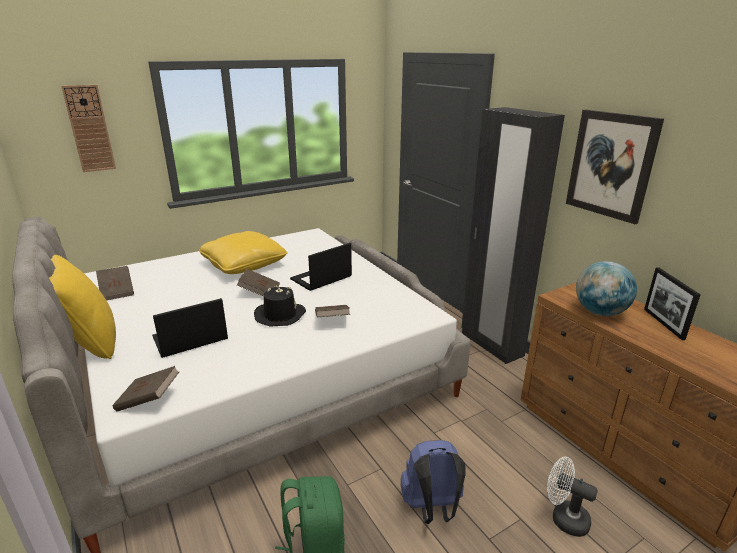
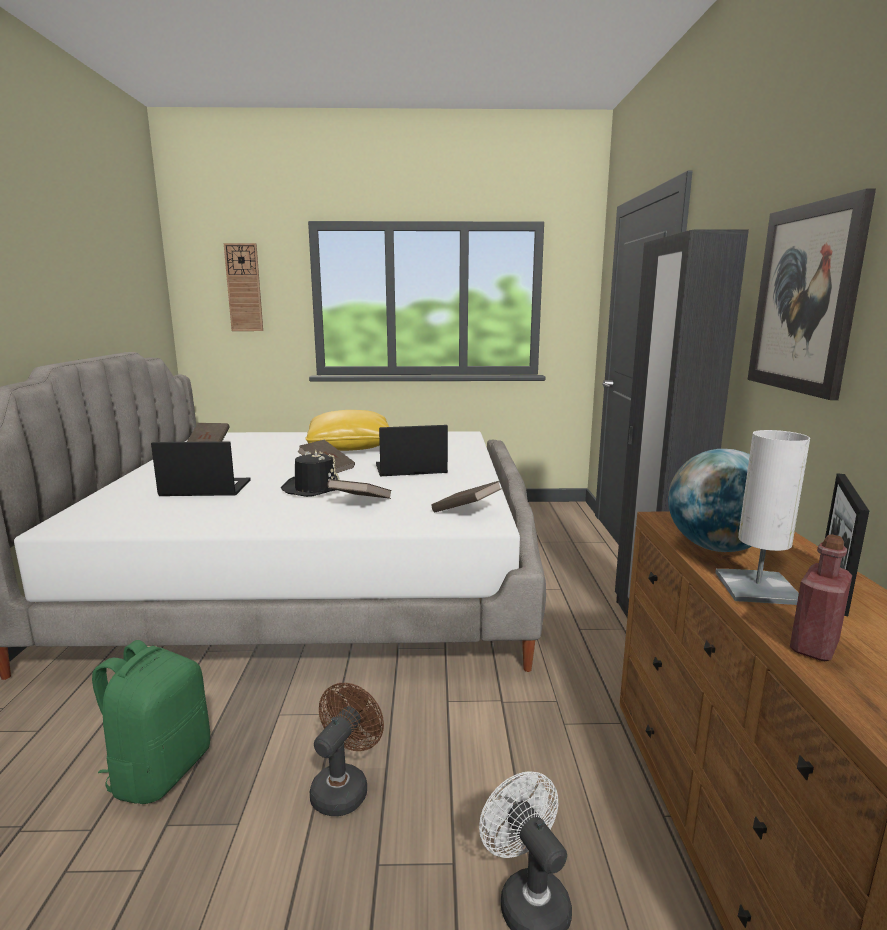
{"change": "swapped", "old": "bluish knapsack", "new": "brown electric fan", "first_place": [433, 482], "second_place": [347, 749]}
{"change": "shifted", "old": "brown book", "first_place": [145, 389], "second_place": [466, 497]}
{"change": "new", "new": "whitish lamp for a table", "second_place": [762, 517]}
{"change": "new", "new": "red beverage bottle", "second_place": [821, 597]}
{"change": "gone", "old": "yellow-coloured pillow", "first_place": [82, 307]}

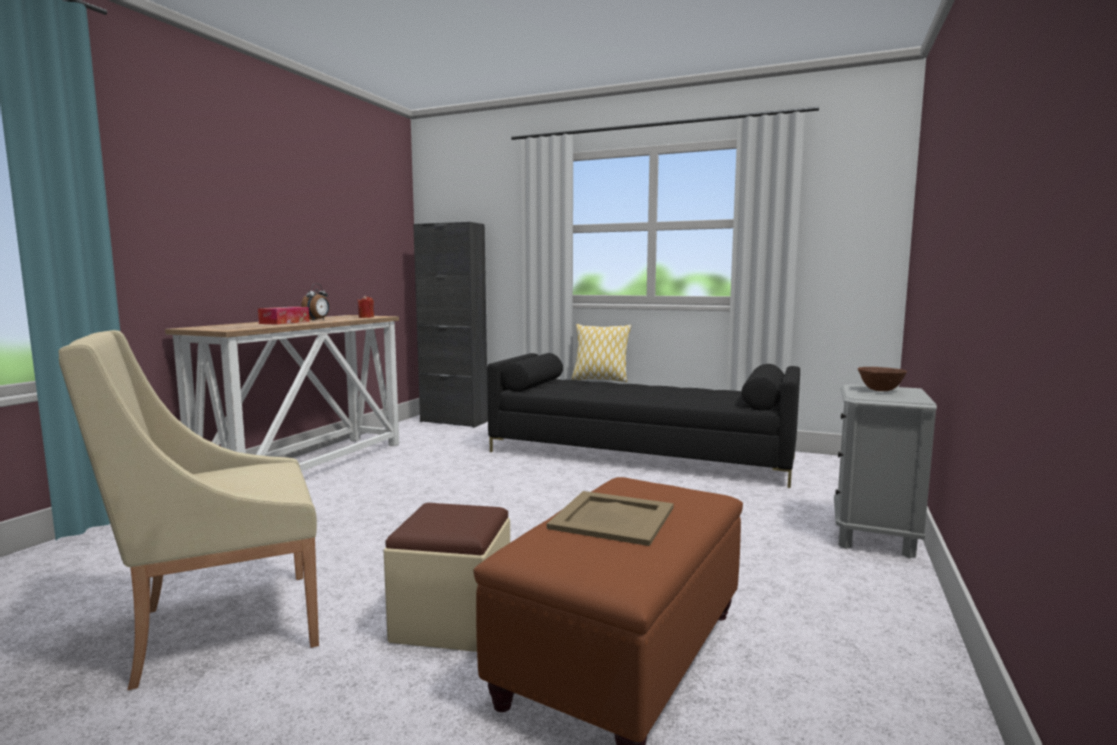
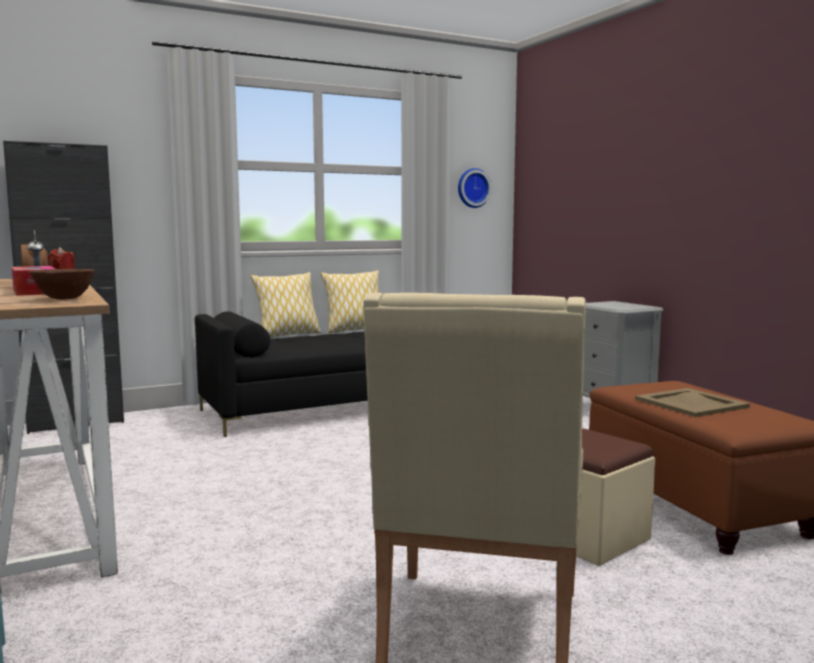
{"change": "shifted", "old": "brown deep dish", "first_place": [882, 379], "second_place": [62, 284]}
{"change": "new", "new": "pillow", "second_place": [350, 302]}
{"change": "new", "new": "clock on the wall", "second_place": [475, 188]}

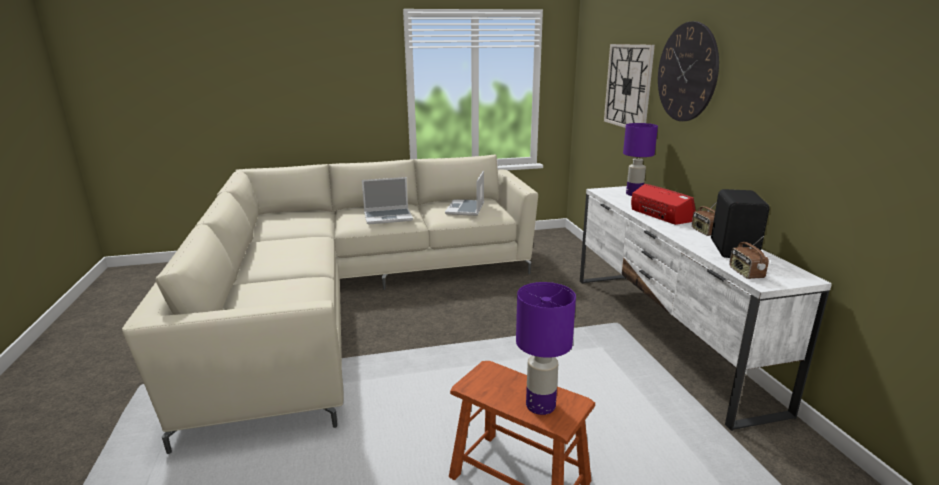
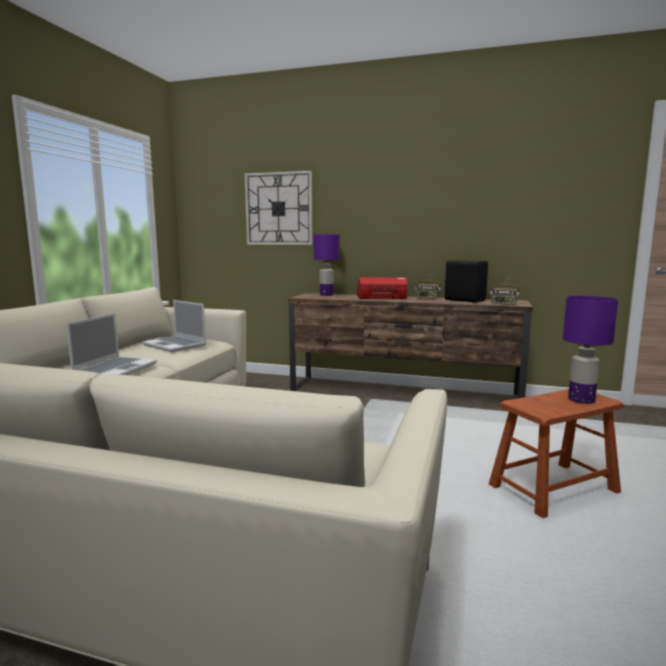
{"change": "repainted", "old": "whitish tv stand", "new": "brown tv stand", "first_place": [706, 308], "second_place": [410, 346]}
{"change": "gone", "old": "clock on the wall", "first_place": [688, 71]}

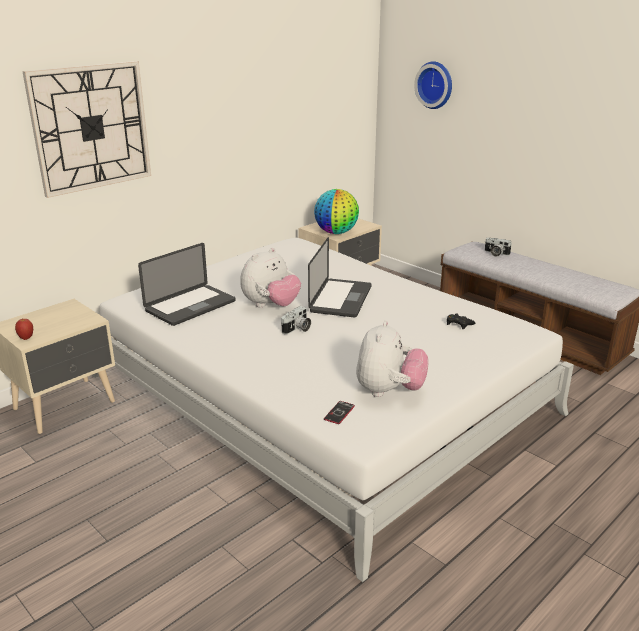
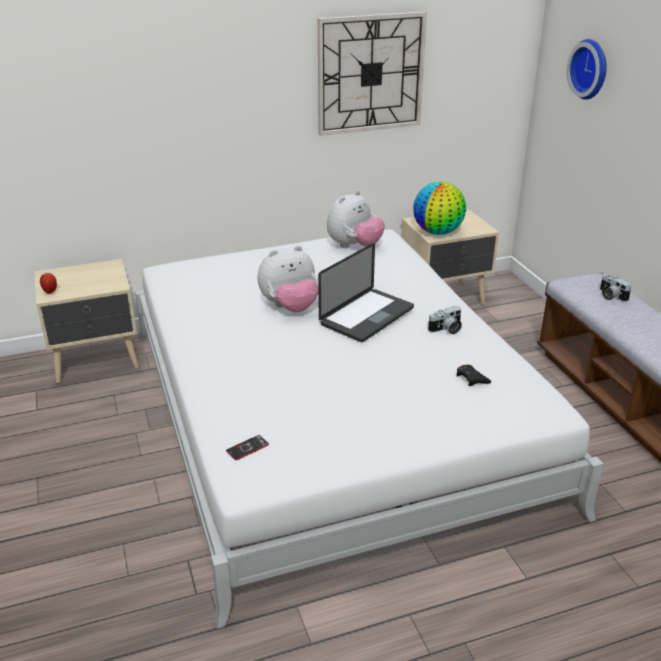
{"change": "shifted", "old": "clock on the wall", "first_place": [86, 129], "second_place": [372, 74]}
{"change": "shifted", "old": "cuddly toy", "first_place": [392, 358], "second_place": [356, 219]}
{"change": "shifted", "old": "photo camera", "first_place": [296, 320], "second_place": [445, 320]}
{"change": "gone", "old": "portable computer", "first_place": [186, 284]}

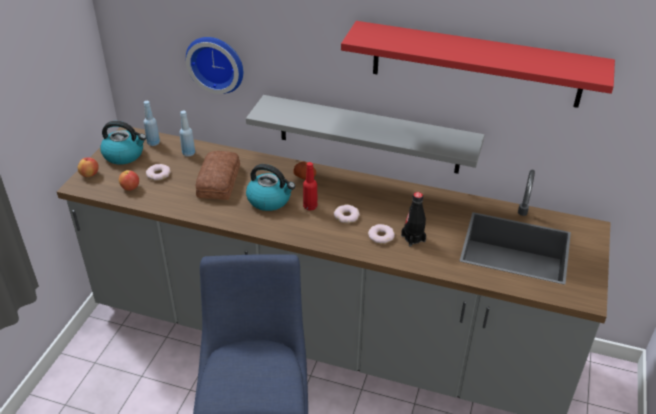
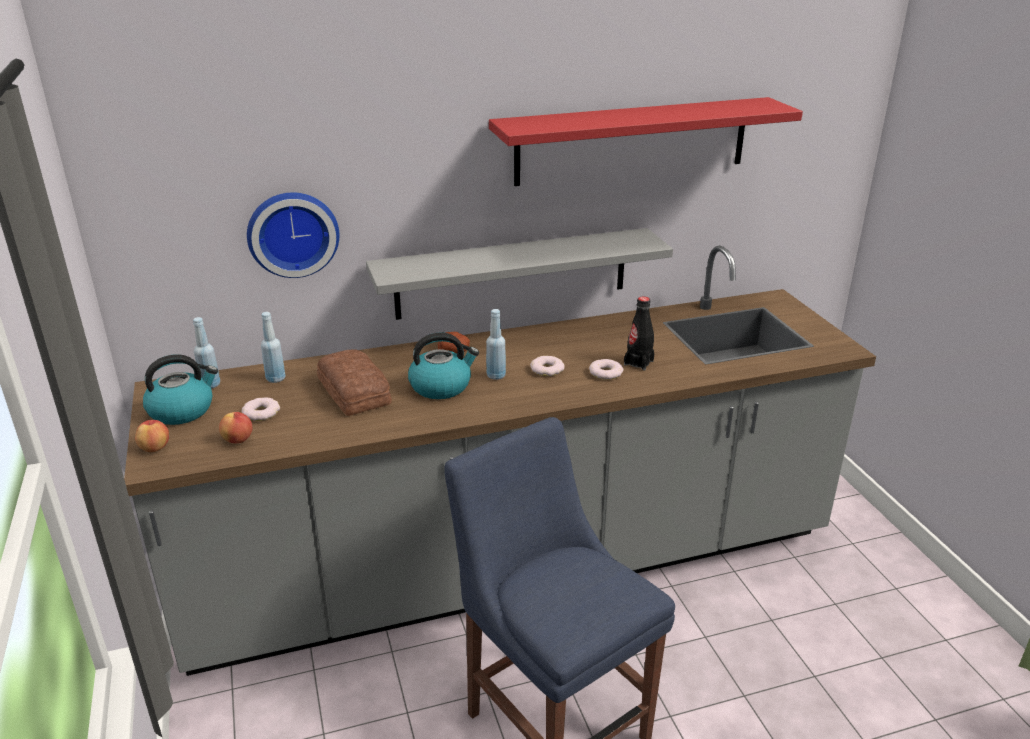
{"change": "repainted", "old": "red beverage bottle", "new": "bluish beverage bottle", "first_place": [310, 186], "second_place": [496, 344]}

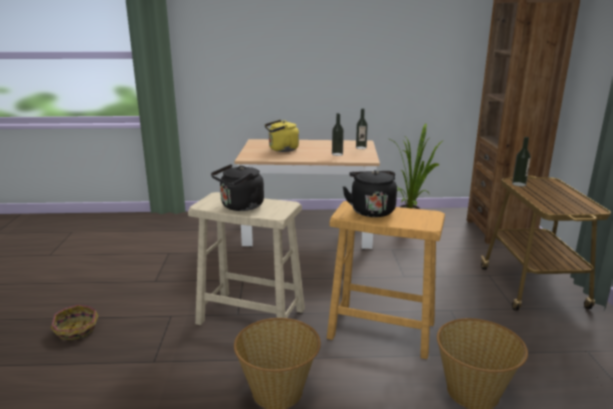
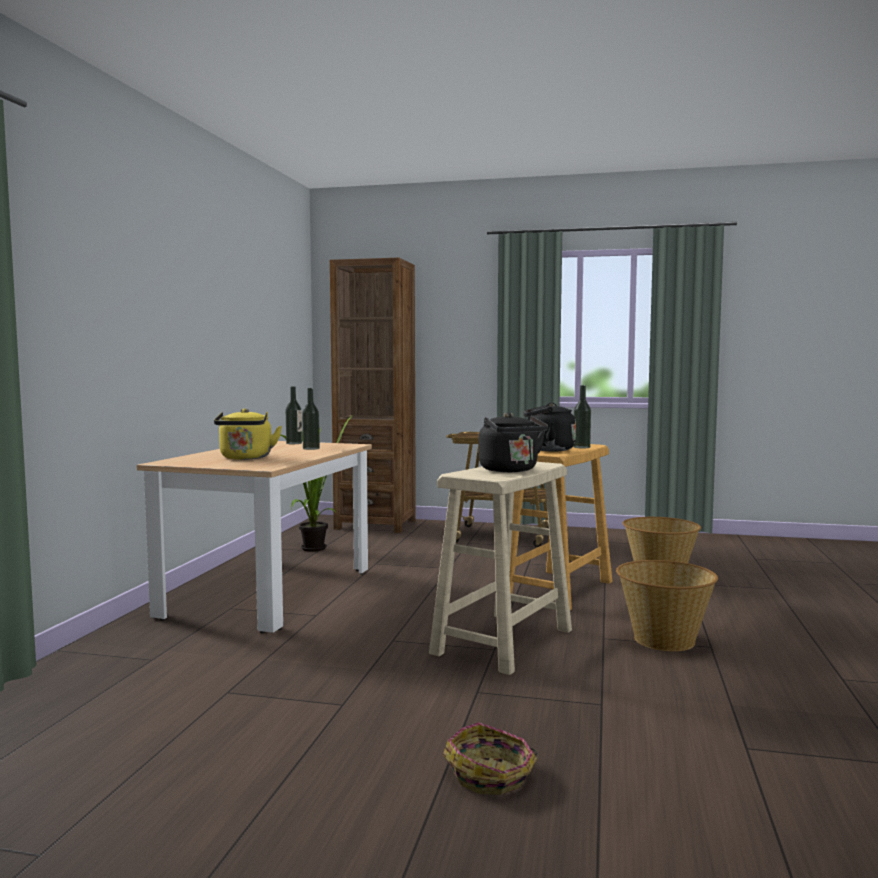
{"change": "shifted", "old": "beverage bottle", "first_place": [521, 161], "second_place": [582, 416]}

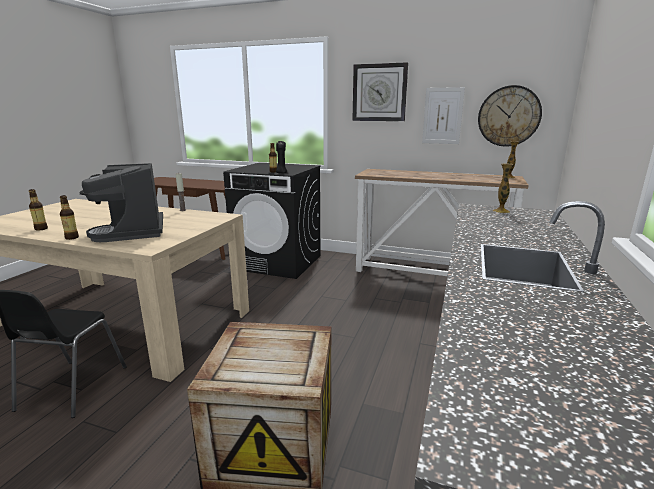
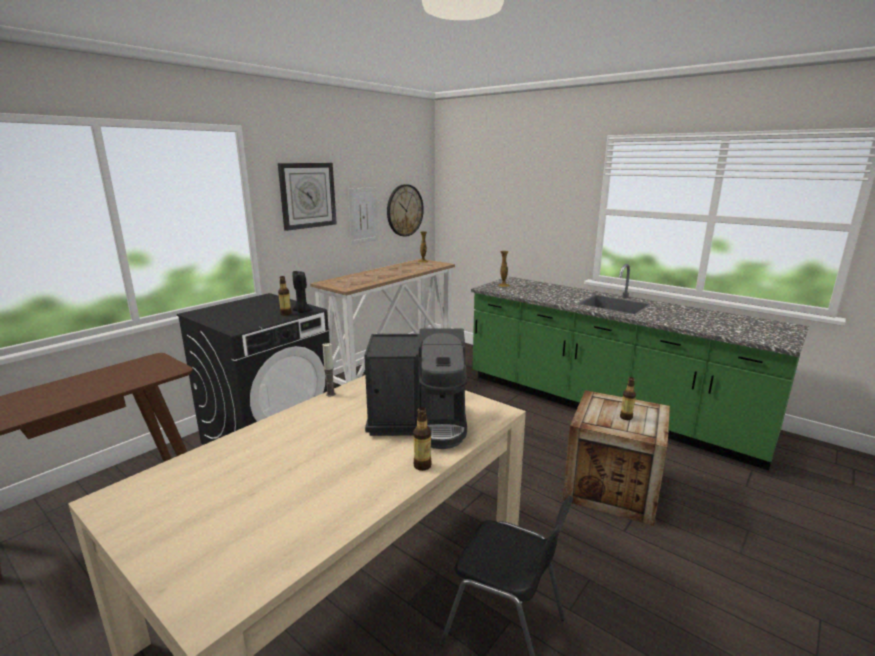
{"change": "shifted", "old": "beverage bottle", "first_place": [38, 210], "second_place": [628, 398]}

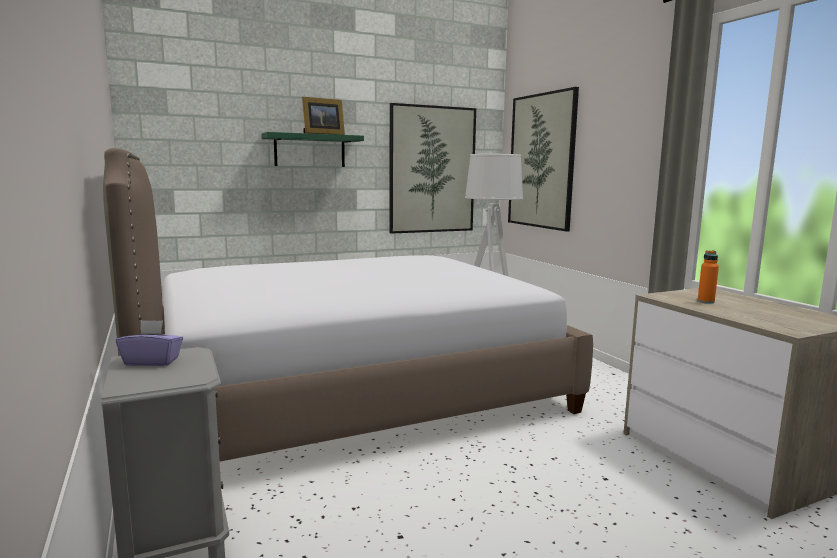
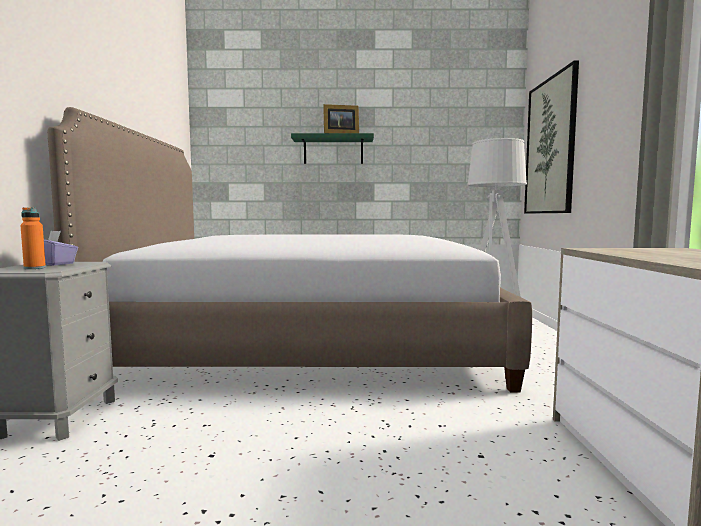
{"change": "shifted", "old": "orangey beverage bottle", "first_place": [708, 277], "second_place": [33, 238]}
{"change": "gone", "old": "wall art", "first_place": [432, 168]}

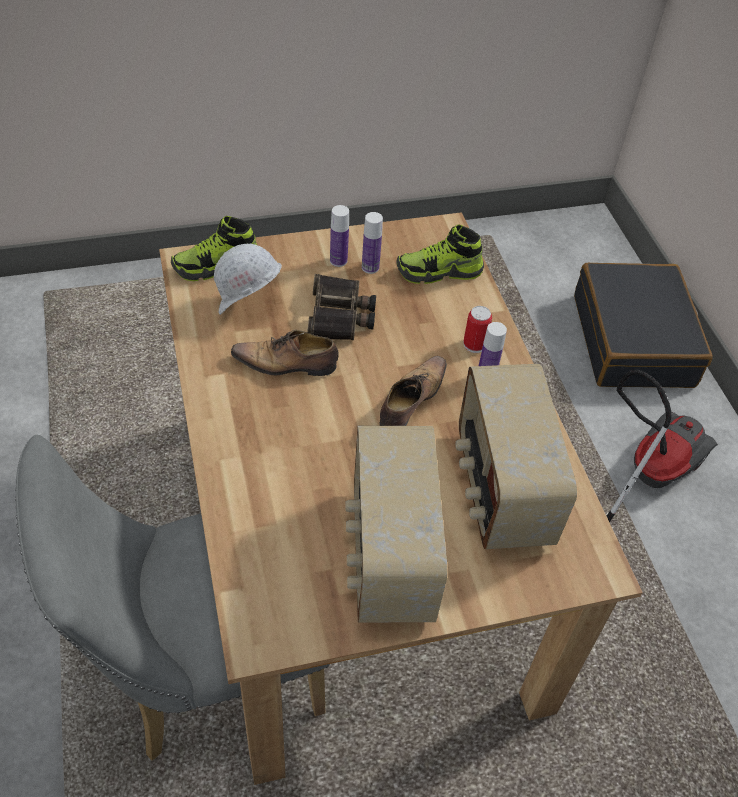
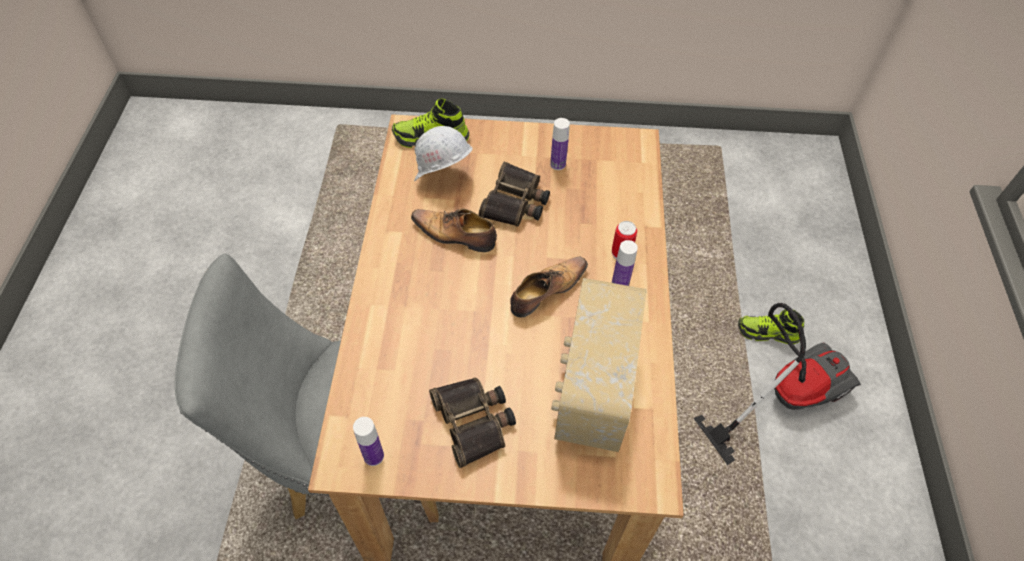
{"change": "shifted", "old": "beverage bottle", "first_place": [339, 236], "second_place": [368, 441]}
{"change": "swapped", "old": "radio set", "new": "binoculars", "first_place": [396, 524], "second_place": [472, 422]}
{"change": "shifted", "old": "item of footwear", "first_place": [440, 254], "second_place": [771, 326]}
{"change": "gone", "old": "black-coloured travel case", "first_place": [643, 325]}

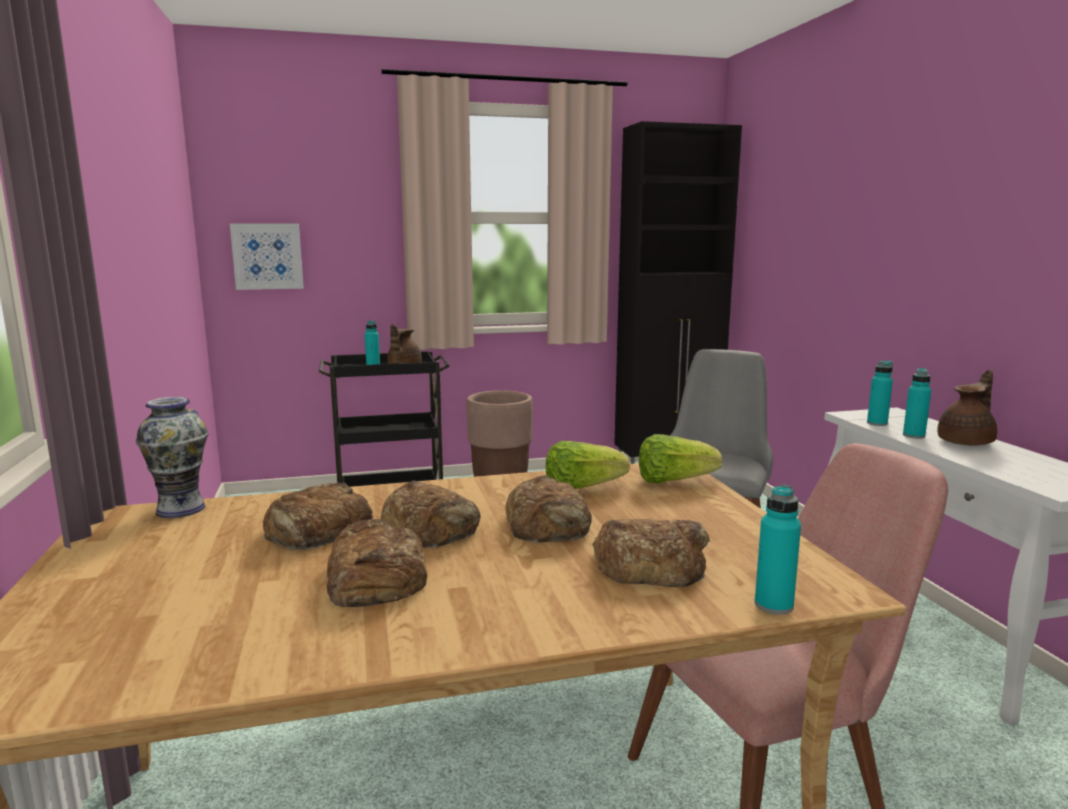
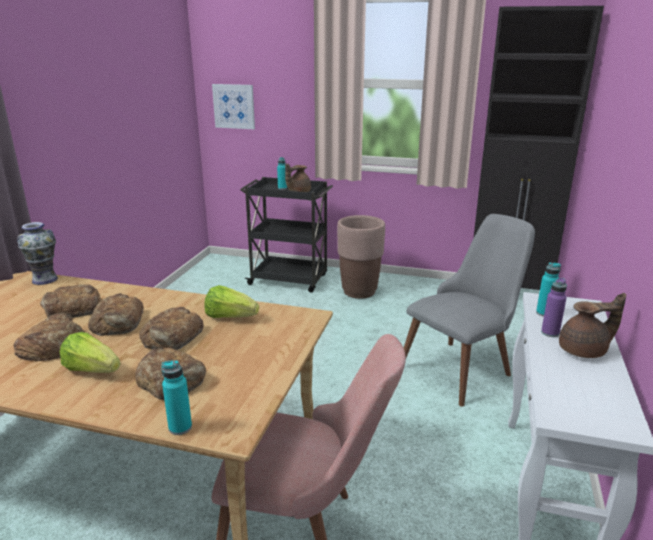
{"change": "shifted", "old": "lettuce head", "first_place": [680, 458], "second_place": [90, 352]}
{"change": "repainted", "old": "turquoise beverage bottle", "new": "purple-coloured beverage bottle", "first_place": [917, 403], "second_place": [554, 307]}

